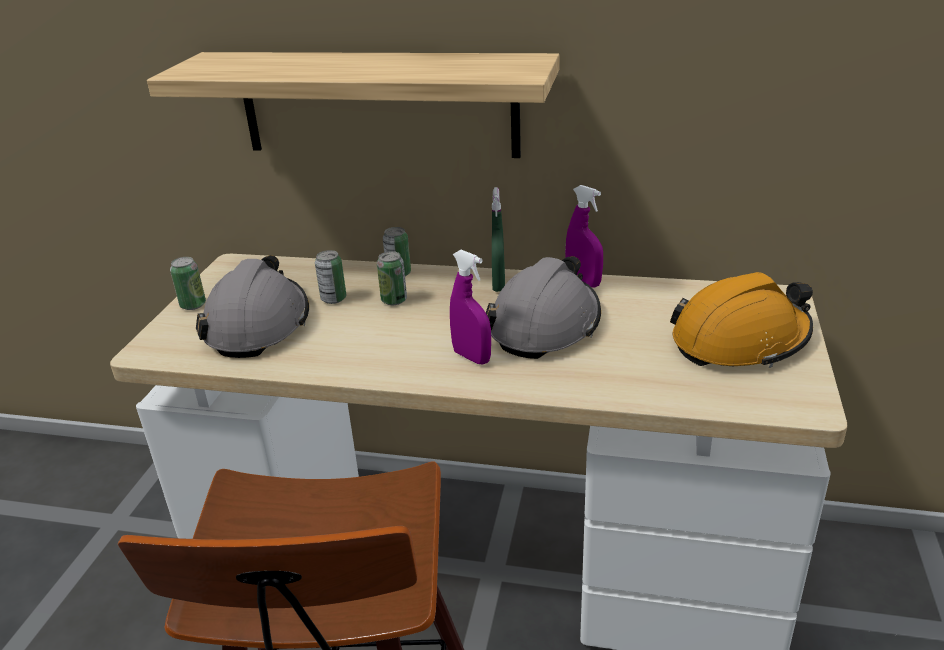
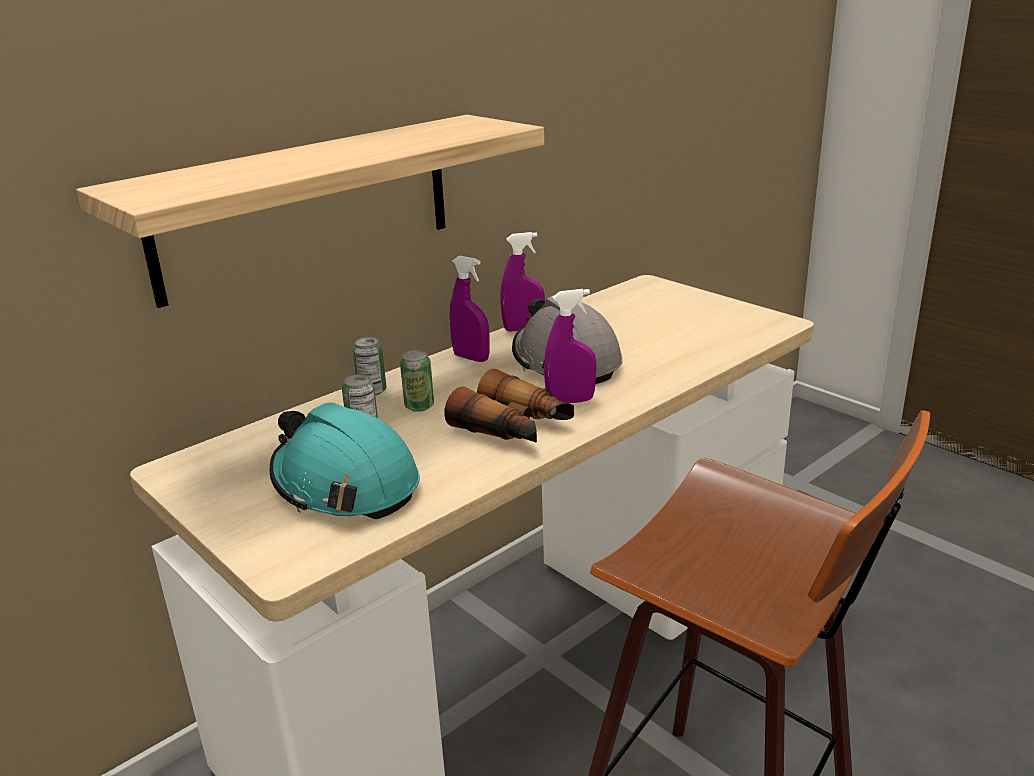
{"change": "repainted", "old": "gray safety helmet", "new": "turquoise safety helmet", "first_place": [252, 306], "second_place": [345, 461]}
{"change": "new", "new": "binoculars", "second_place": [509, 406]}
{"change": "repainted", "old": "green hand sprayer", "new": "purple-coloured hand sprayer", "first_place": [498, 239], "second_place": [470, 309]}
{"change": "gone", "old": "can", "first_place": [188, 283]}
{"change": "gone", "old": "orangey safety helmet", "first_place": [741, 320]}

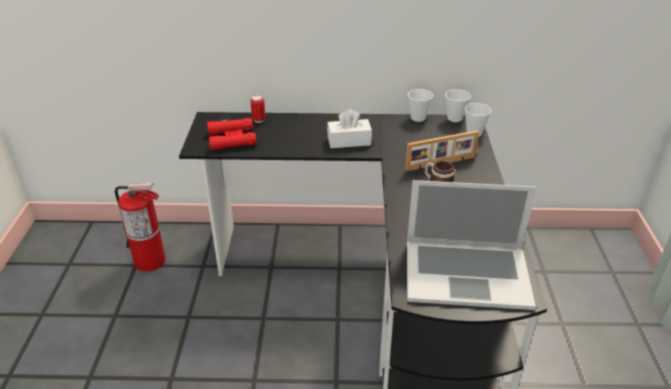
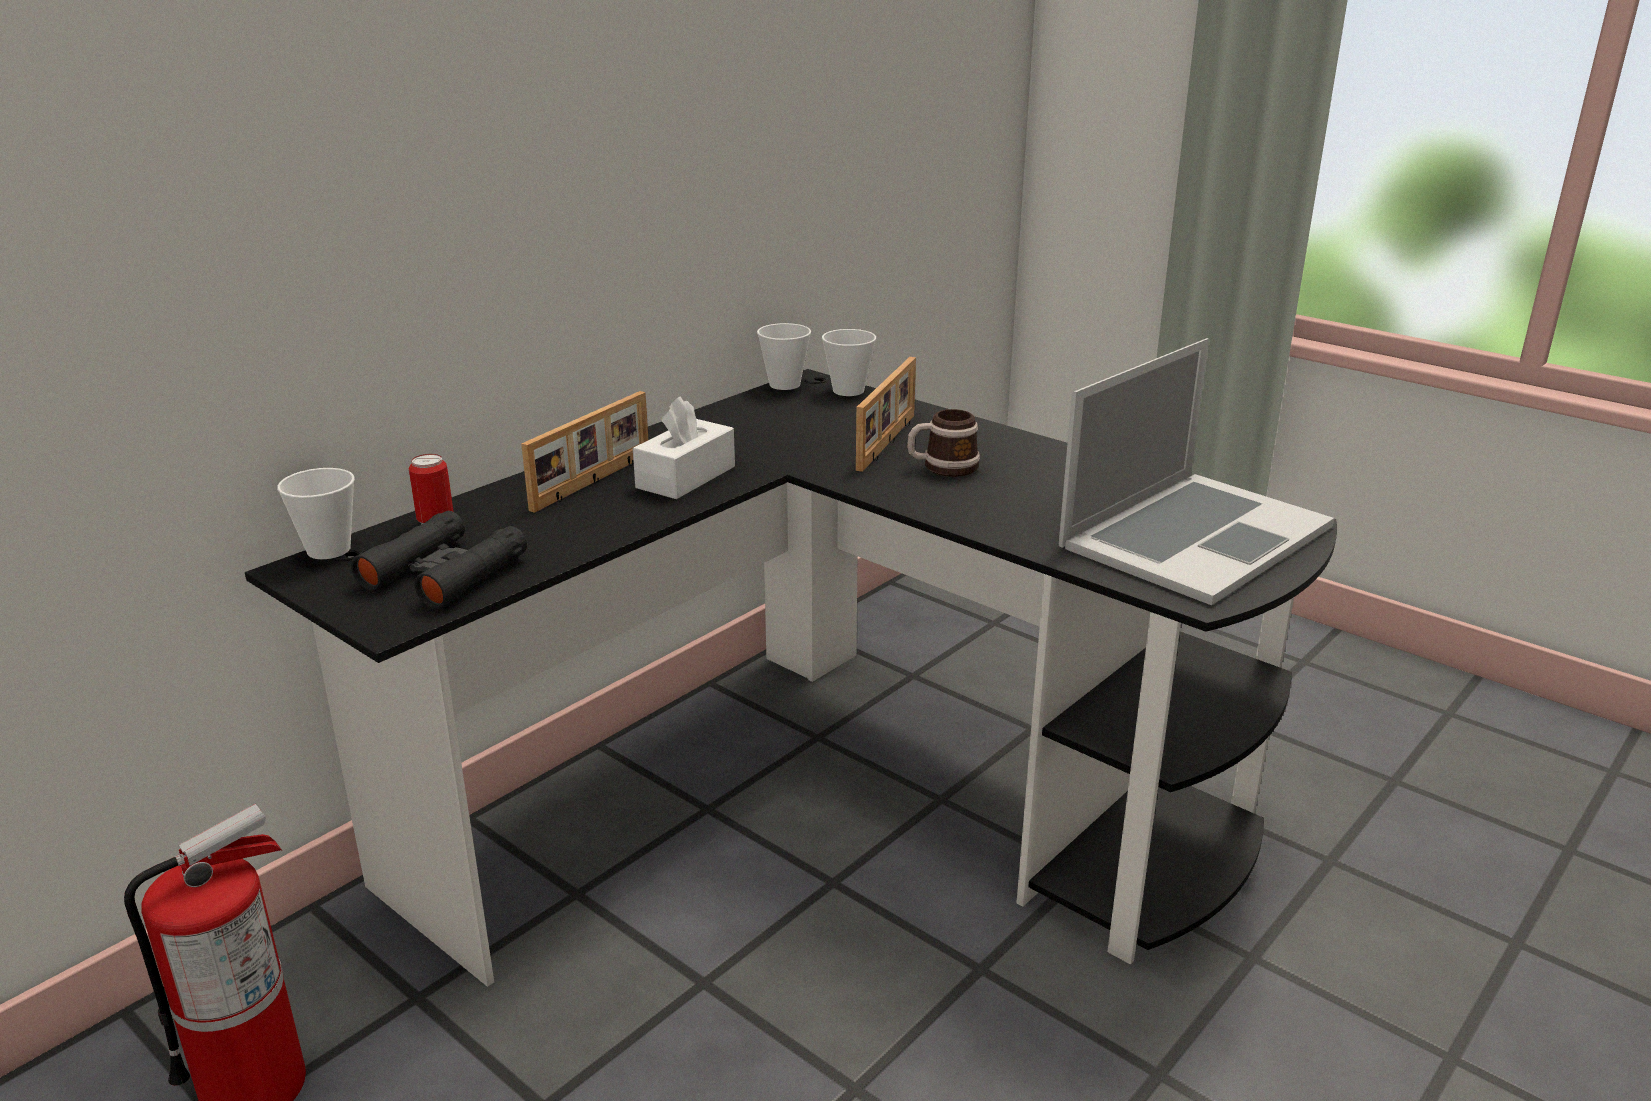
{"change": "shifted", "old": "cup", "first_place": [420, 105], "second_place": [316, 513]}
{"change": "repainted", "old": "red binoculars", "new": "black-coloured binoculars", "first_place": [231, 134], "second_place": [439, 560]}
{"change": "new", "new": "picture frame", "second_place": [584, 452]}

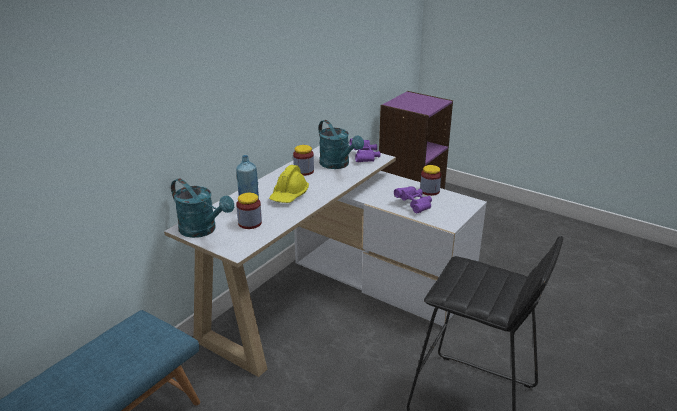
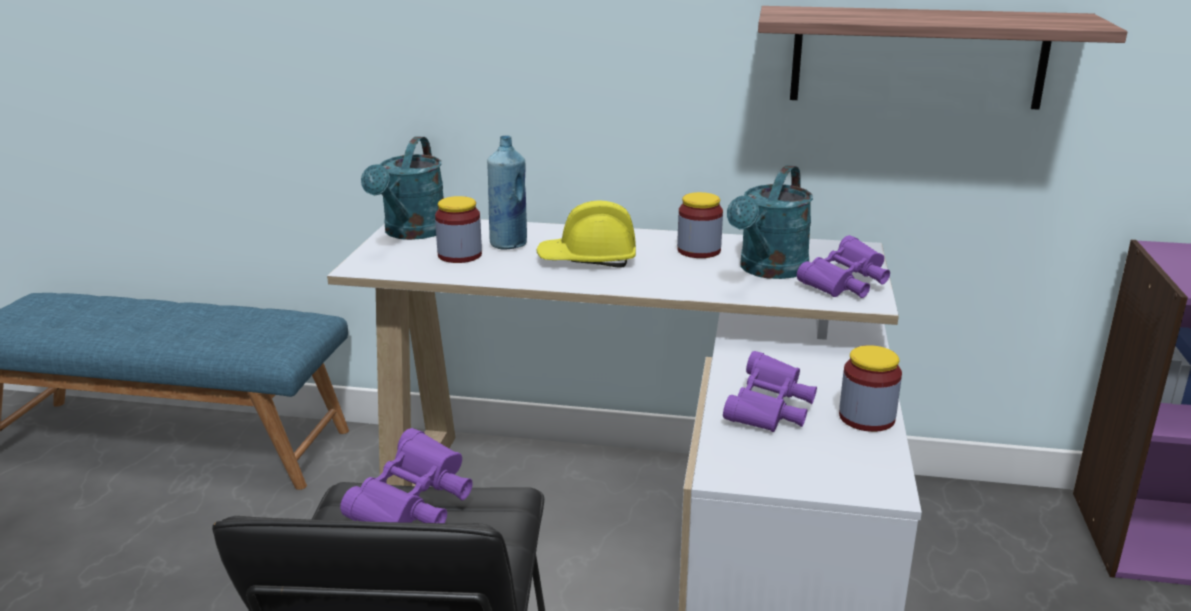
{"change": "new", "new": "purple-coloured binoculars", "second_place": [406, 475]}
{"change": "new", "new": "bracket shelf", "second_place": [942, 57]}

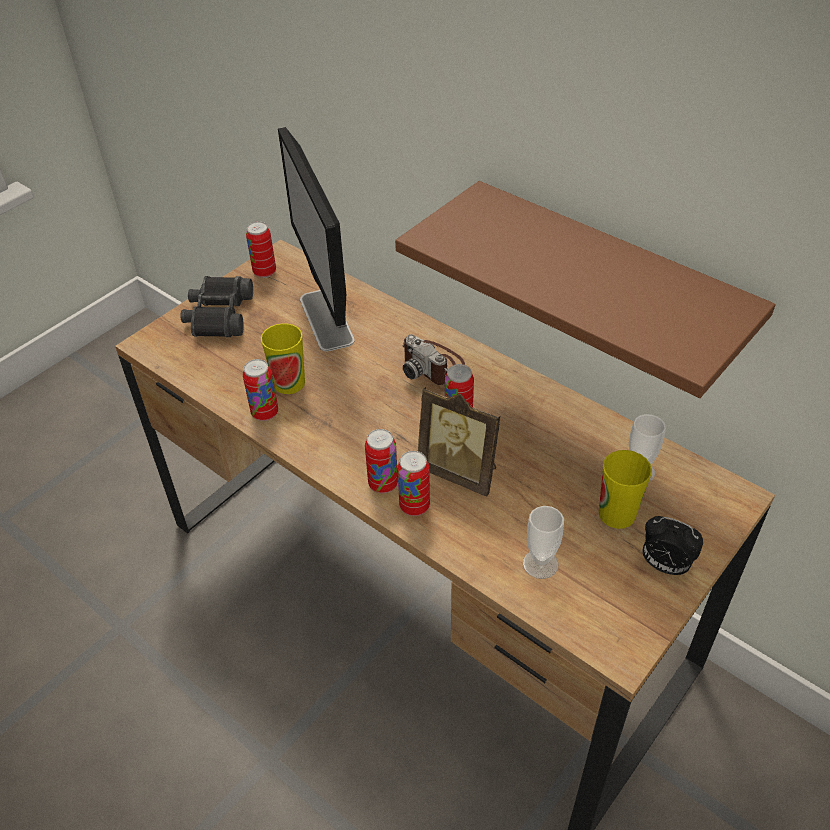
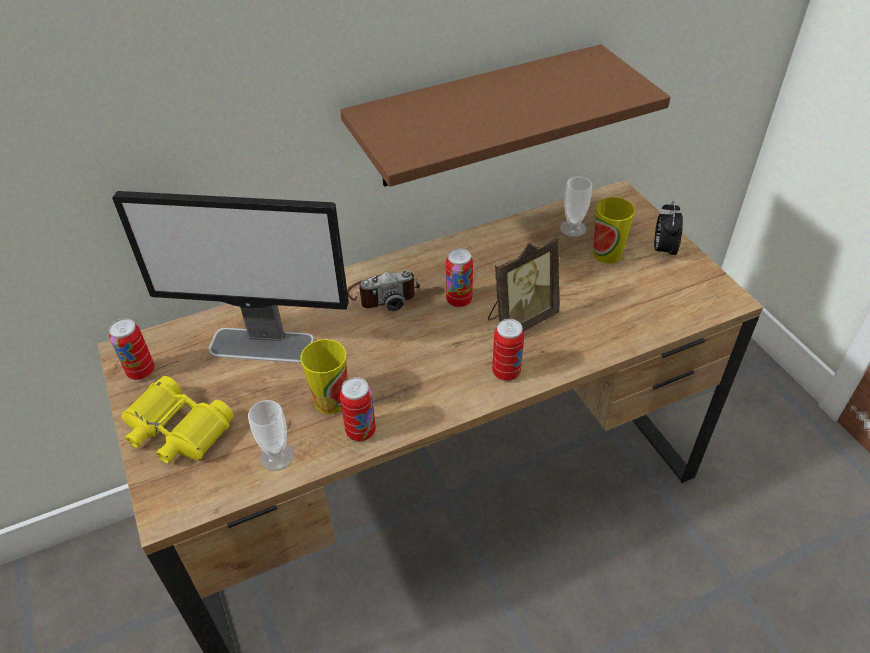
{"change": "repainted", "old": "black-coloured binoculars", "new": "yellow-coloured binoculars", "first_place": [217, 306], "second_place": [177, 419]}
{"change": "shifted", "old": "cup", "first_place": [543, 542], "second_place": [271, 435]}
{"change": "rotated", "old": "table clock", "first_place": [672, 545], "second_place": [668, 230], "degrees": 135}
{"change": "gone", "old": "can", "first_place": [413, 483]}

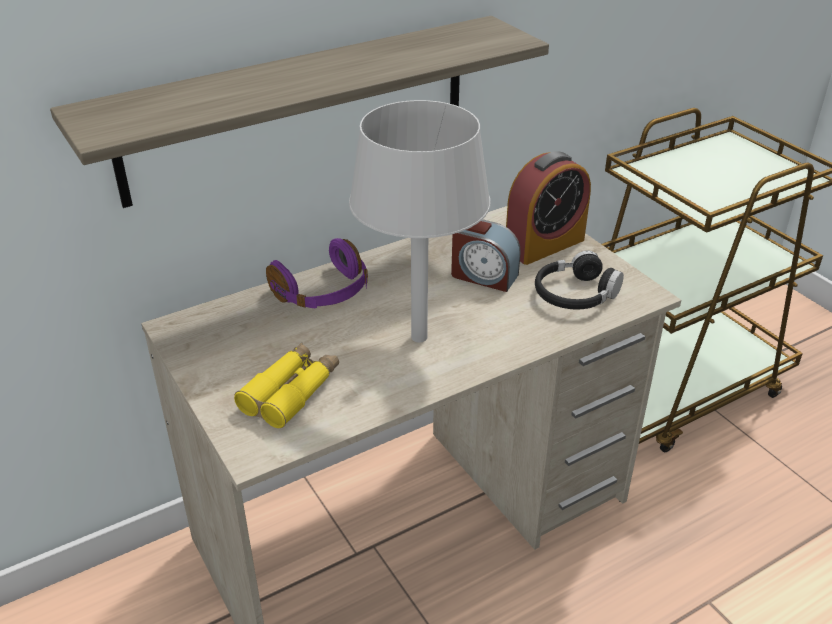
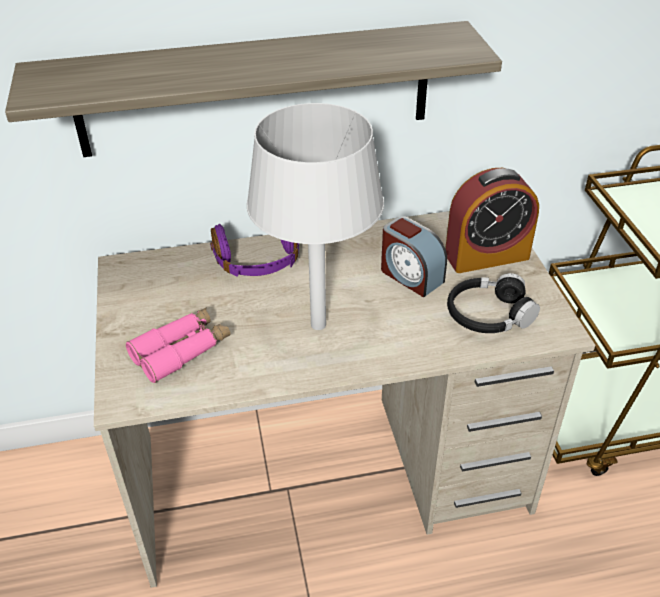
{"change": "repainted", "old": "yellow-coloured binoculars", "new": "pink-coloured binoculars", "first_place": [286, 385], "second_place": [178, 345]}

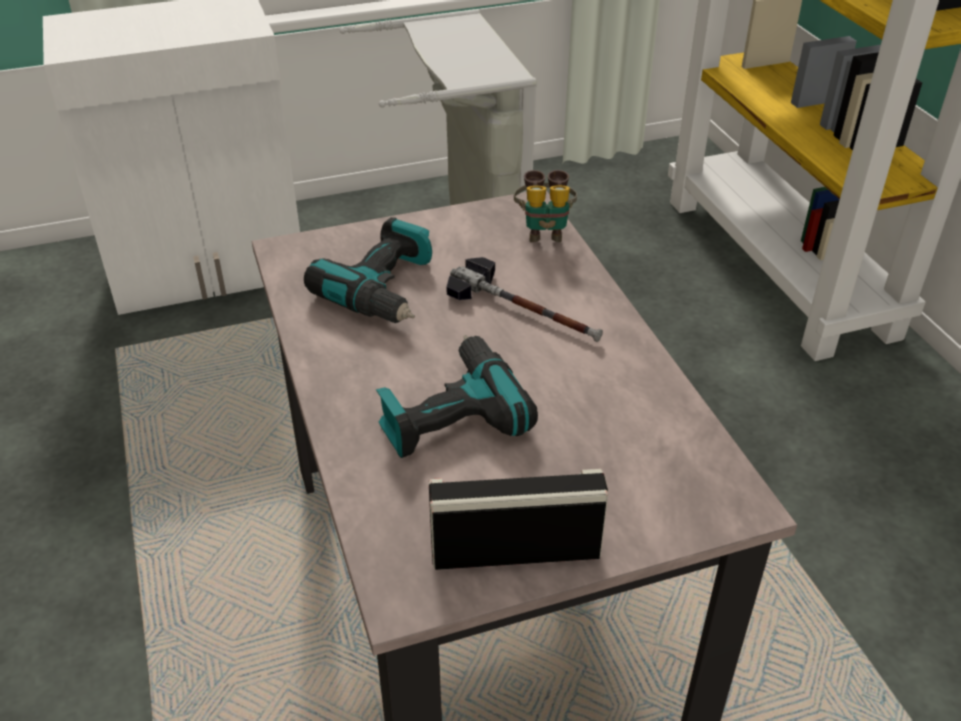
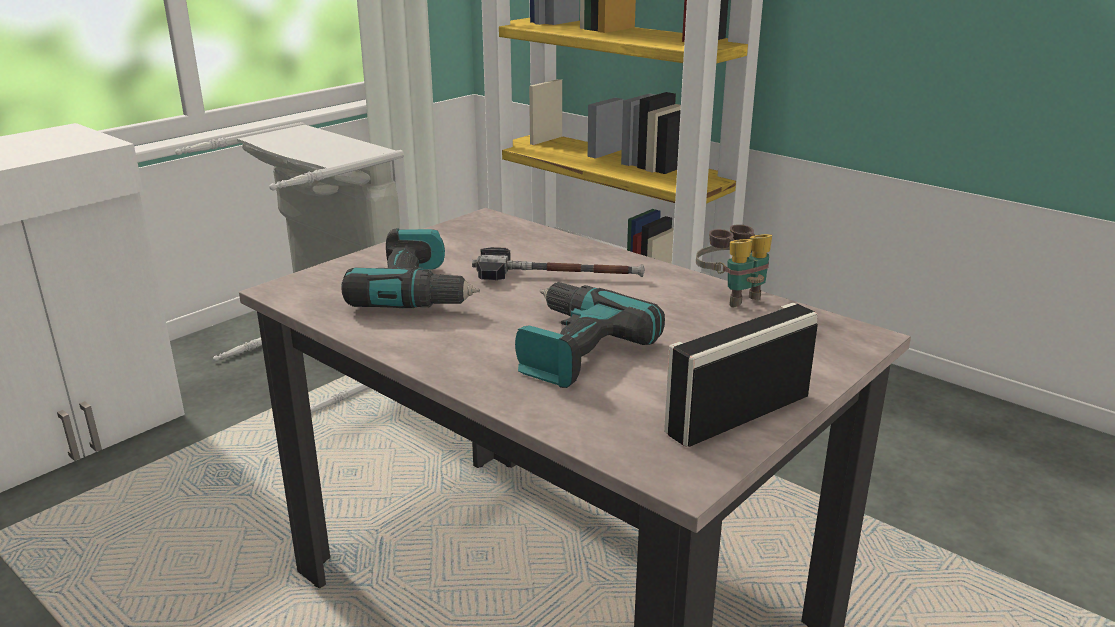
{"change": "shifted", "old": "binoculars", "first_place": [545, 206], "second_place": [734, 265]}

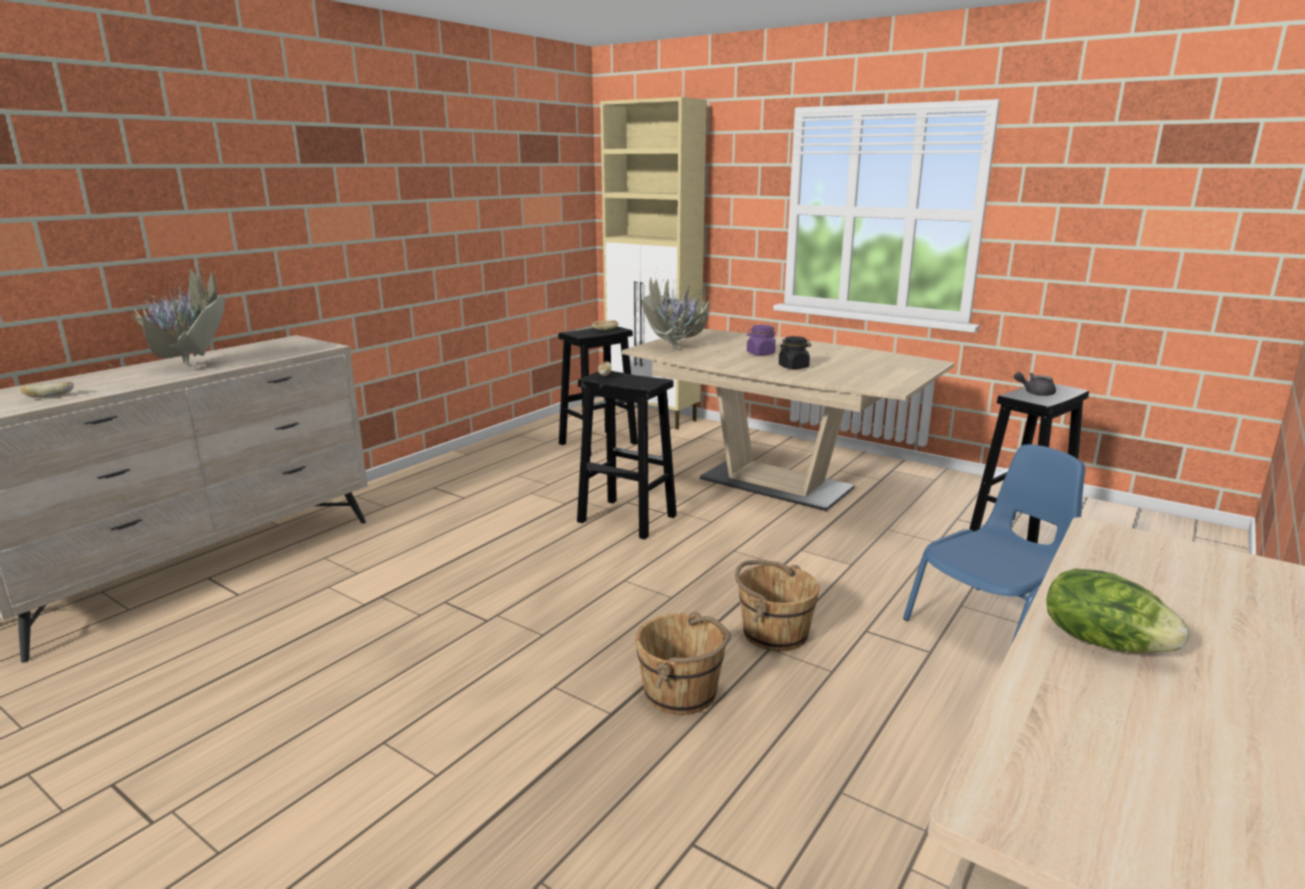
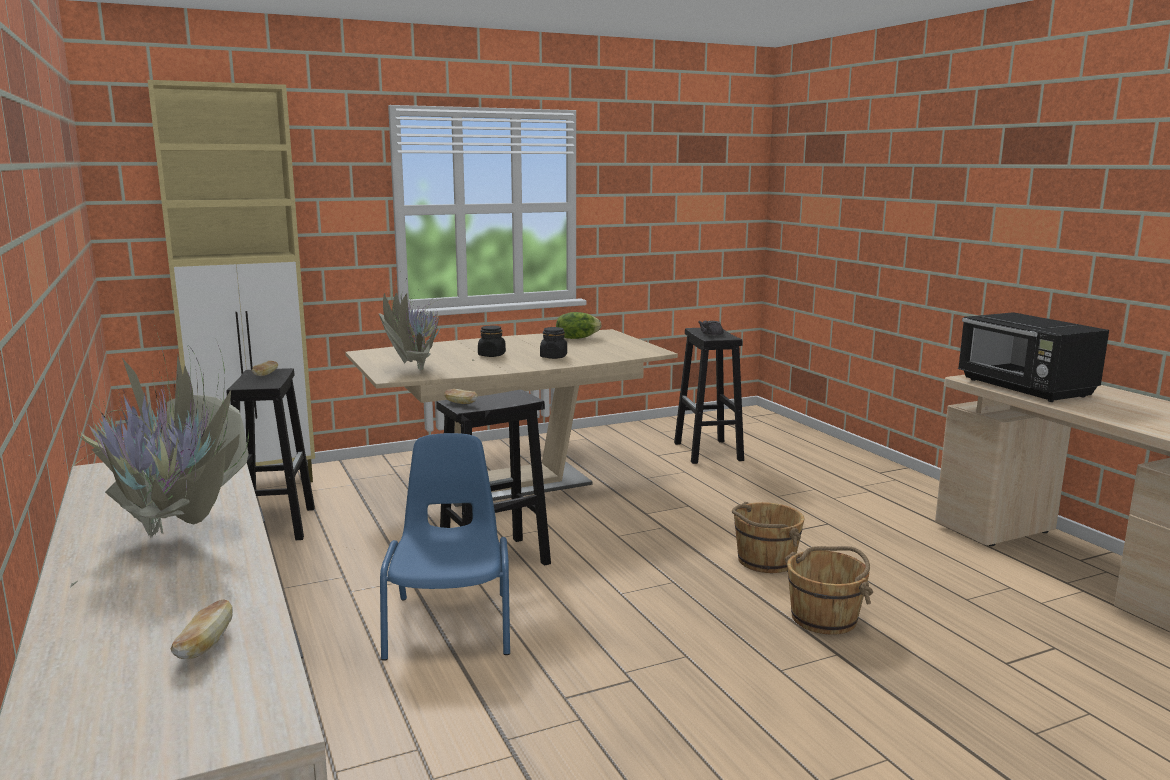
{"change": "shifted", "old": "bluish upright chair", "first_place": [994, 544], "second_place": [445, 547]}
{"change": "repainted", "old": "purple-coloured preserve jar", "new": "black-coloured preserve jar", "first_place": [761, 340], "second_place": [492, 341]}
{"change": "shifted", "old": "lettuce head", "first_place": [1117, 611], "second_place": [578, 325]}
{"change": "new", "new": "black-coloured kitchen microwave", "second_place": [1033, 357]}

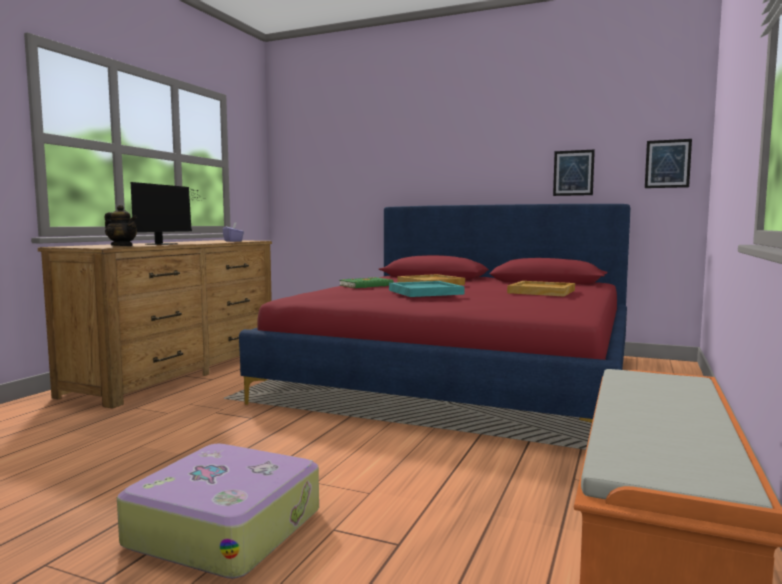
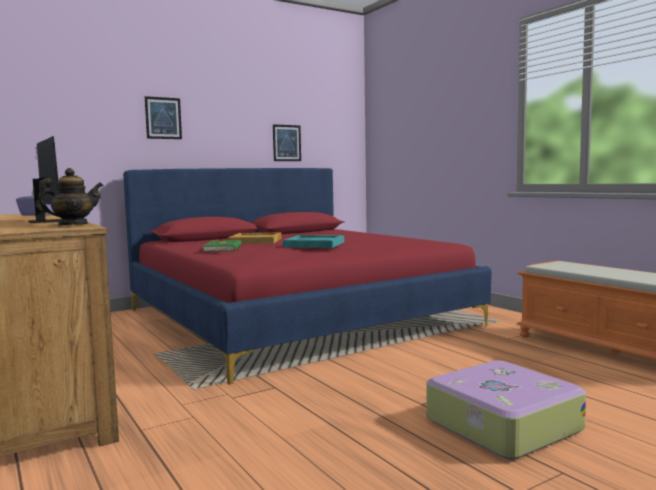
{"change": "shifted", "old": "wall art", "first_place": [668, 163], "second_place": [163, 117]}
{"change": "gone", "old": "beige-coloured carrying tray", "first_place": [541, 288]}

